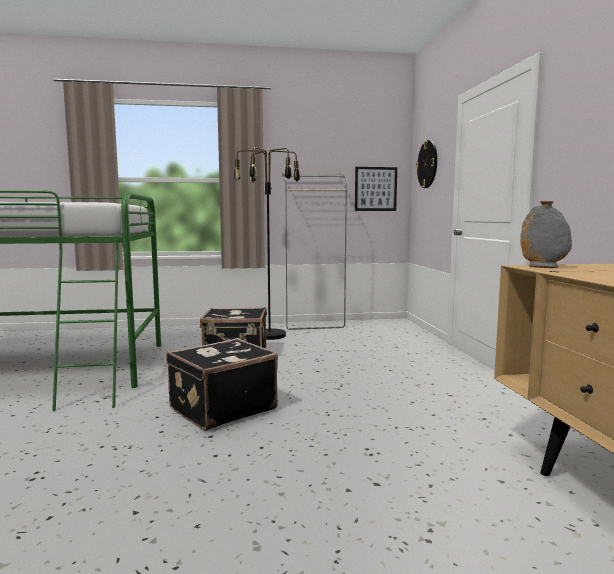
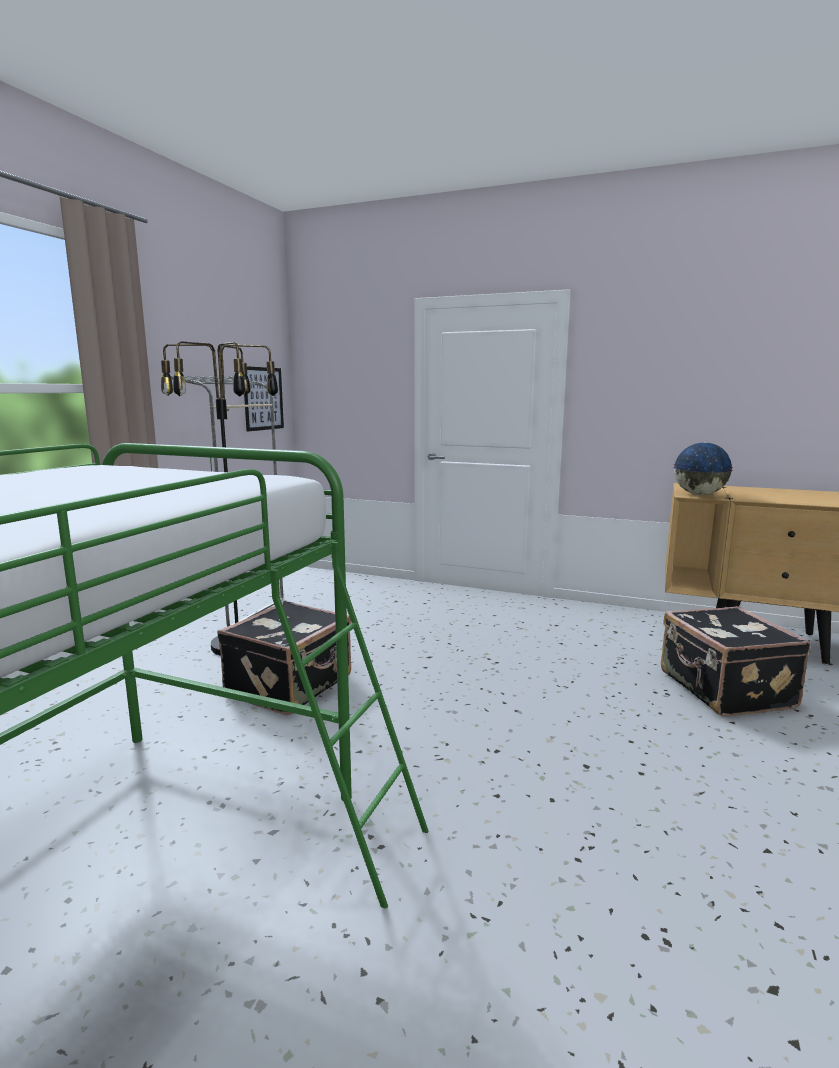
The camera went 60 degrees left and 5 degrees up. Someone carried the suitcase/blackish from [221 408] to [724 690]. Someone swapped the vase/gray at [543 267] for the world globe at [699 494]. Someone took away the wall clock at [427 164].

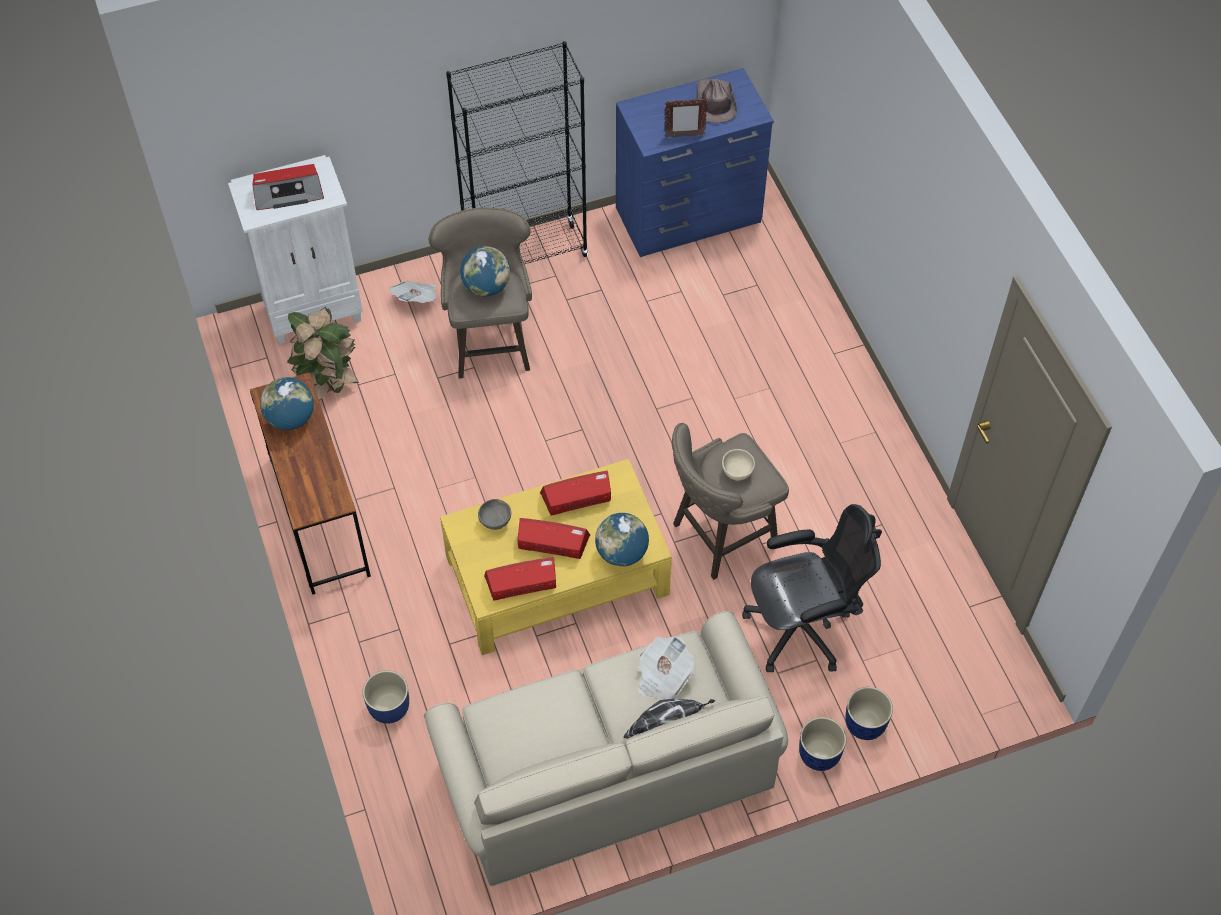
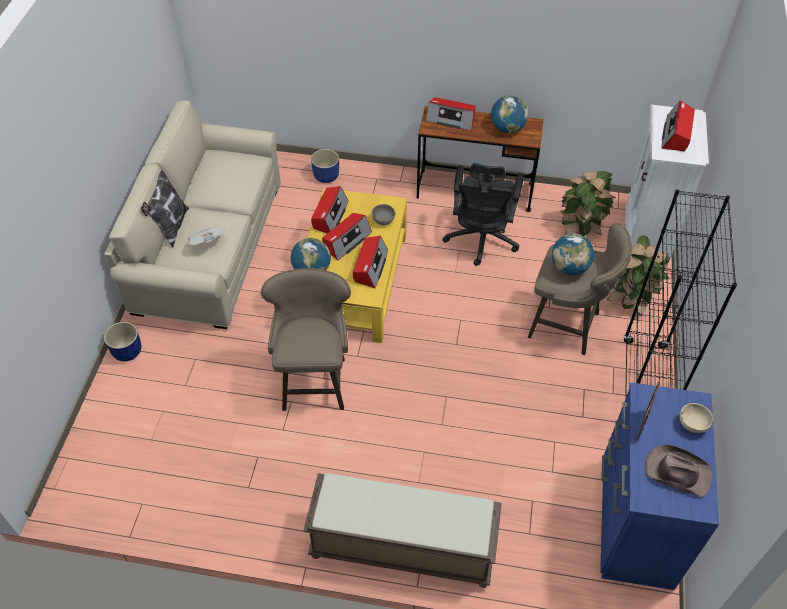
The camera went 120 degrees right and 5 degrees down. Someone put down the long seat/brown-coloured at [401 547]. Someone put down the radio set at [451 119]. Someone carried the computer chair from [803 627] to [481 241]. Someone swapped the printed paper at [416 299] for the potted plant at [630 300]. Someone carried the bowl/beige from [737 472] to [692 424]. Someone took away the planter/blue-coloured at [865 724].

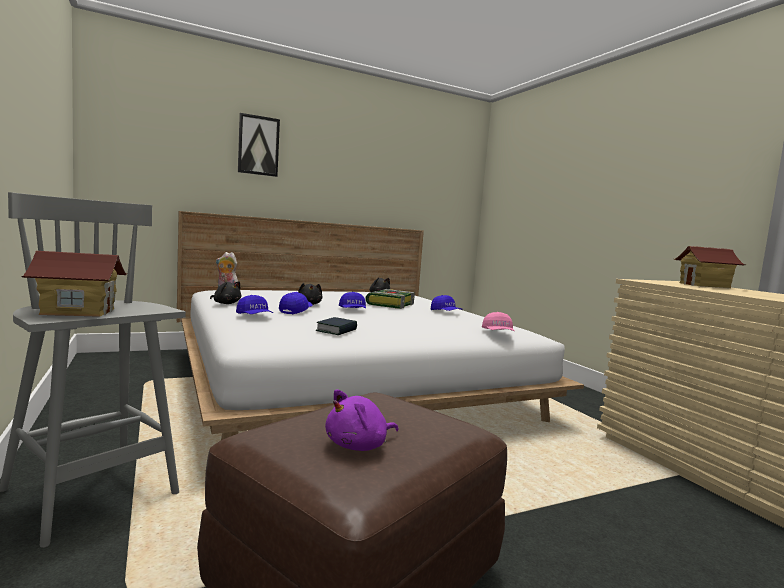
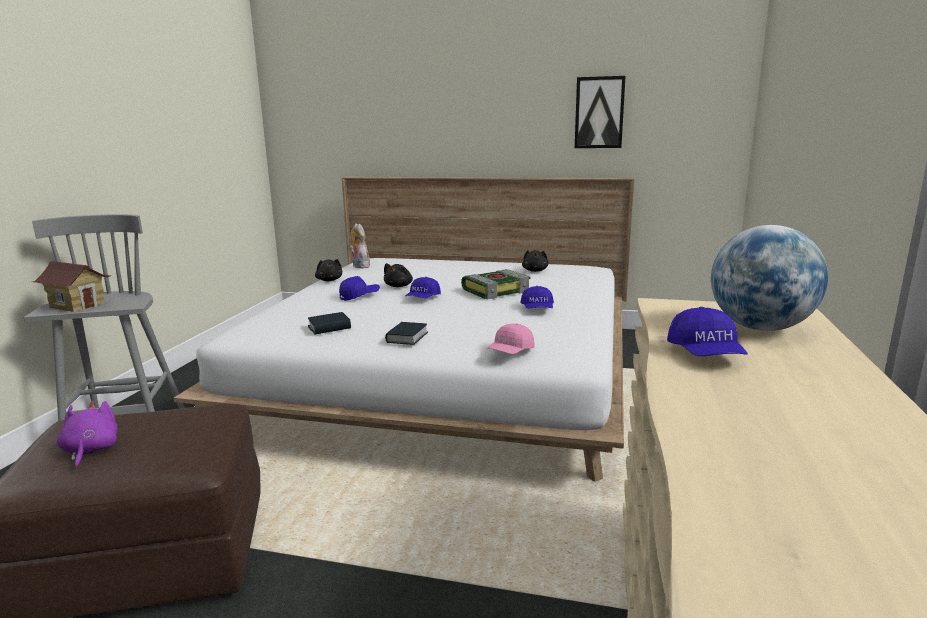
The camera went 40 degrees right and 10 degrees up. Someone rotated the soft toy/purple at [359 446] by 75 degrees clockwise. Someone put down the volume at [407 338]. Someone carried the picture from [258 145] to [599 112]. Someone carried the baseball cap/blue-coloured from [254 316] to [706 354]. Someone swapped the model house at [704 286] for the world globe at [760 328].

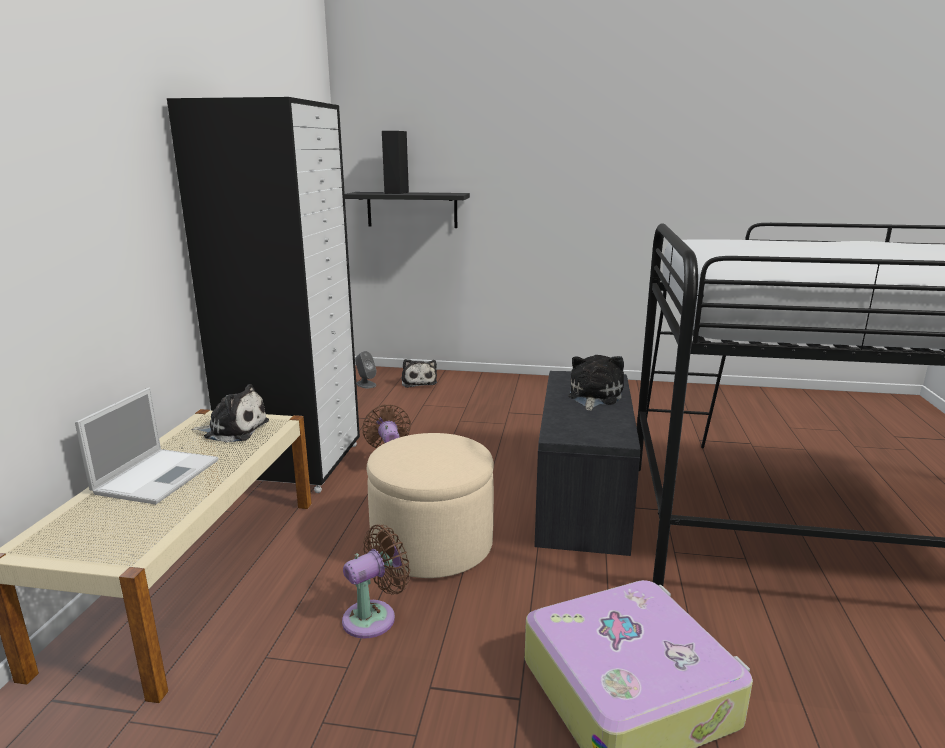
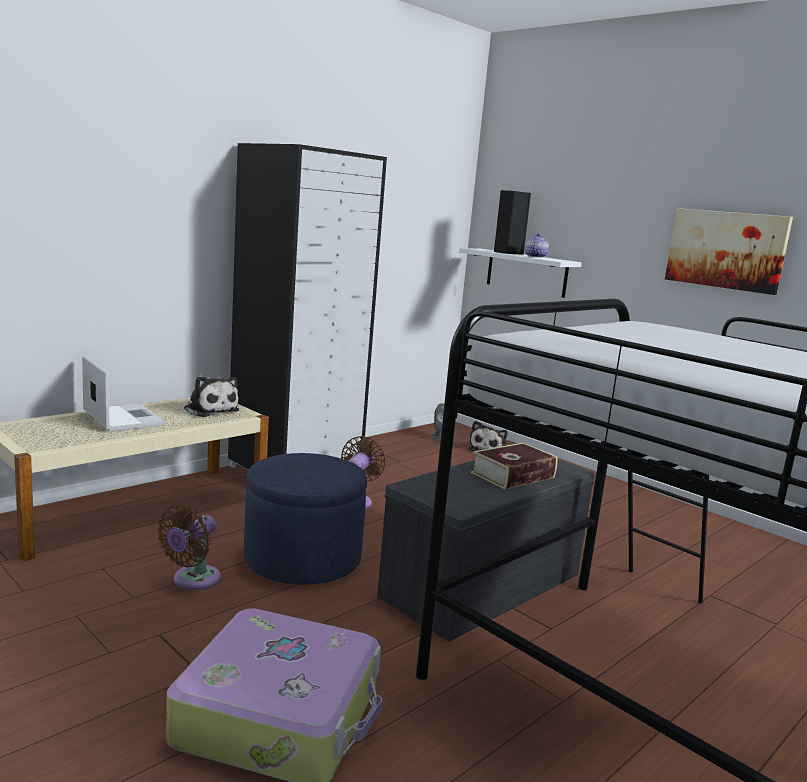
The camera went 35 degrees right and 5 degrees down. Someone rotated the laptop at [158 475] by 90 degrees counterclockwise. Someone rotated the fan/brown-coloured at [374 617] by 120 degrees clockwise. Someone repainted the ottoman/beige at [432 545], which became the ottoman/blue-coloured at [302 559]. Someone repainted the wall shelf/blackish at [412 209], which became the wall shelf/white at [526 272]. Someone swapped the soft toy at [593 396] for the volume at [513 475]. Someone put down the tea pot at [535 256]. Someone put up the picture at [726 250].

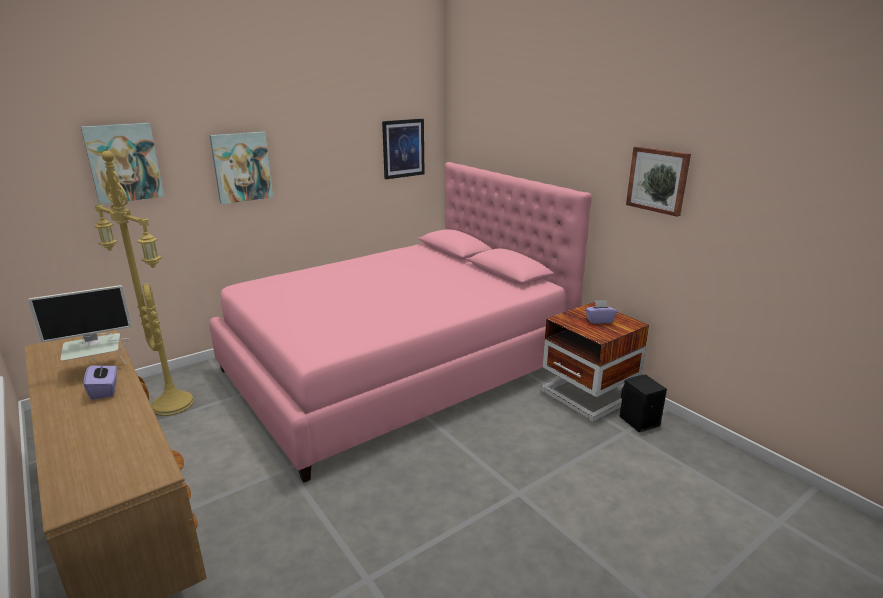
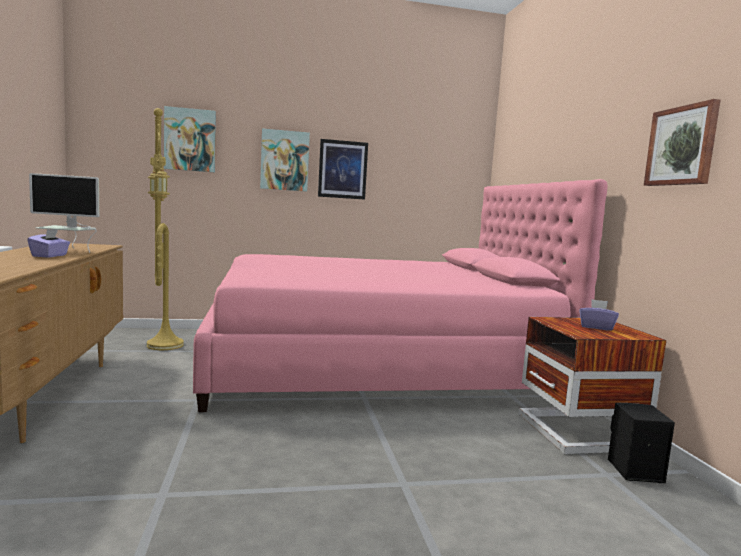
The camera went 25 degrees right and 15 degrees down. Someone carried the picture from [403 148] to [342 169].

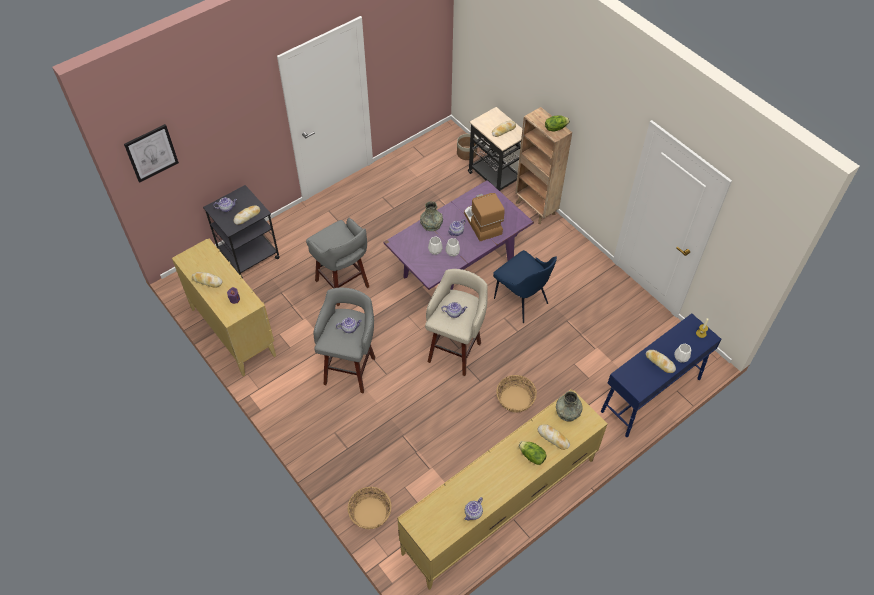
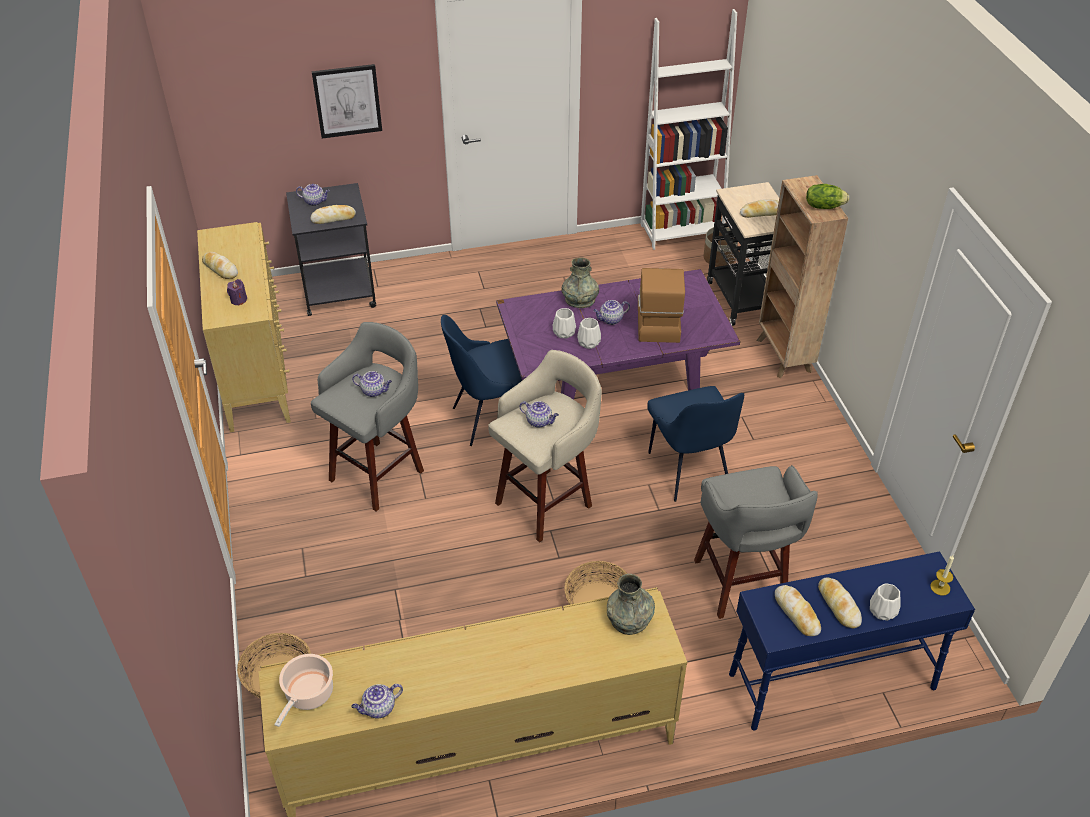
The camera went 25 degrees right and 10 degrees down. Someone put down the saucepot at [308 695]. Someone carried the picture from [151 153] to [347 101]. Someone put down the plain chair/blue-coloured at [492 419]. Someone put down the bookcase/white at [682 231]. Someone carried the sitting stool/gray from [343 285] to [741 586]. Someone carried the bakery bread from [553 438] to [796 613]. Someone took away the lettuce head at [531 456].

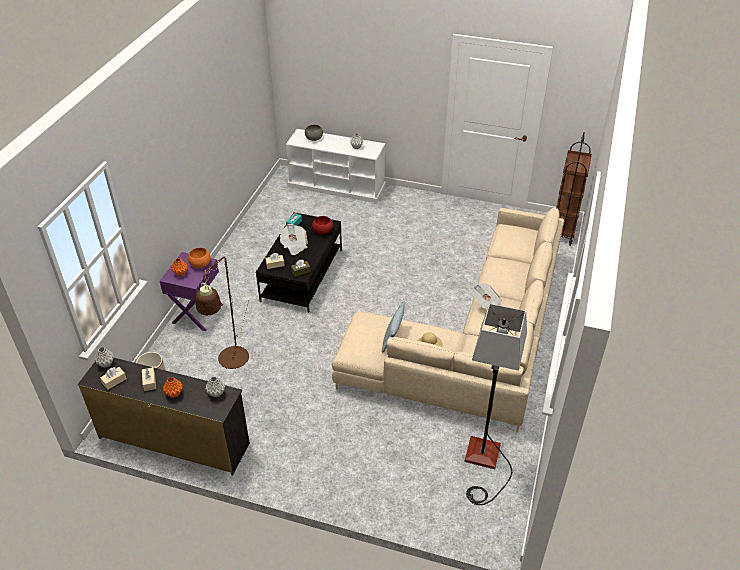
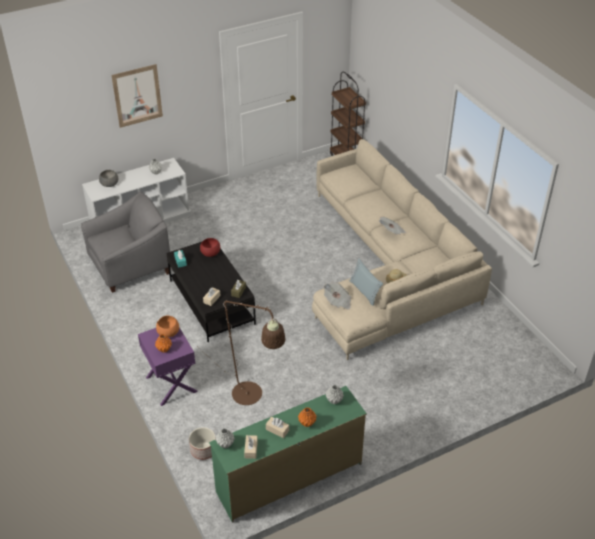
The camera went 45 degrees left and 0 degrees up. Someone put down the easy chair/gray at [130 266]. Someone put up the picture at [137 96]. Someone repainted the dresser/blackish at [174 440], which became the dresser/green at [289 477]. Someone carried the printed paper from [294 245] to [338 302]. Someone took away the standard lamp at [483 463].

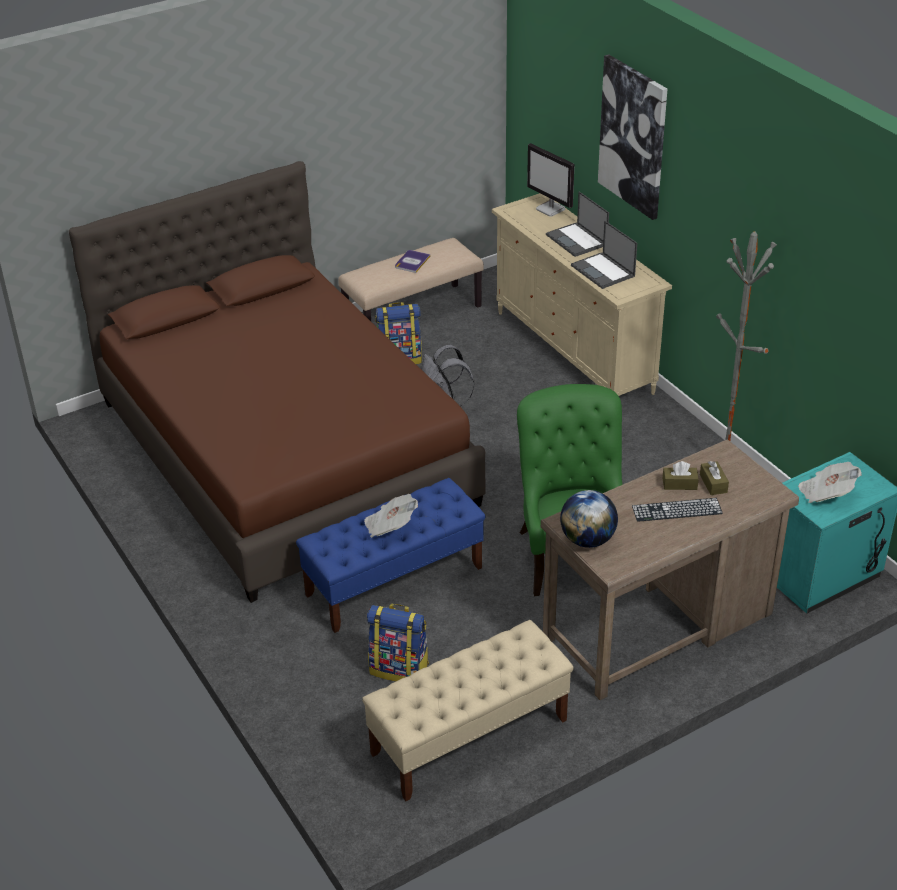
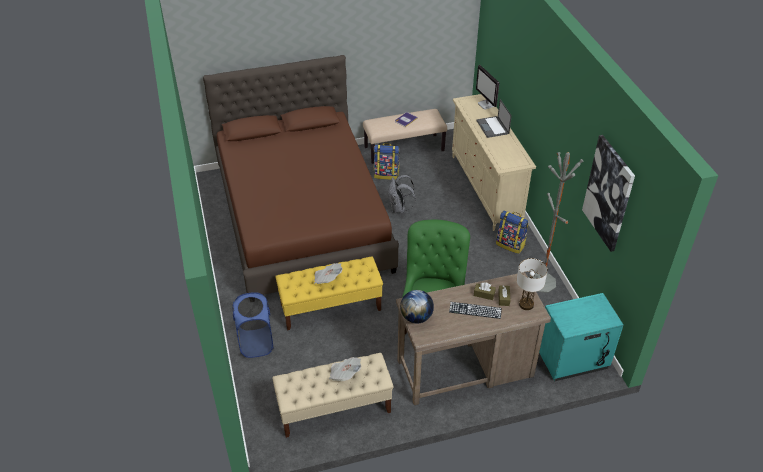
The camera went 15 degrees right and 5 degrees up. Someone put down the washing basket/blue-coloured at [256 343]. Someone repainted the long seat/blue-coloured at [394 581], which became the long seat/yellow-coloured at [331 307]. Someone carried the printed paper from [826 493] to [344 374]. Someone carried the backpack from [400 668] to [510 244]. Someone put down the tabletop lamp at [526 304]. Someone carried the picture from [633 136] to [608 193]. Someone took away the laptop at [603 271].

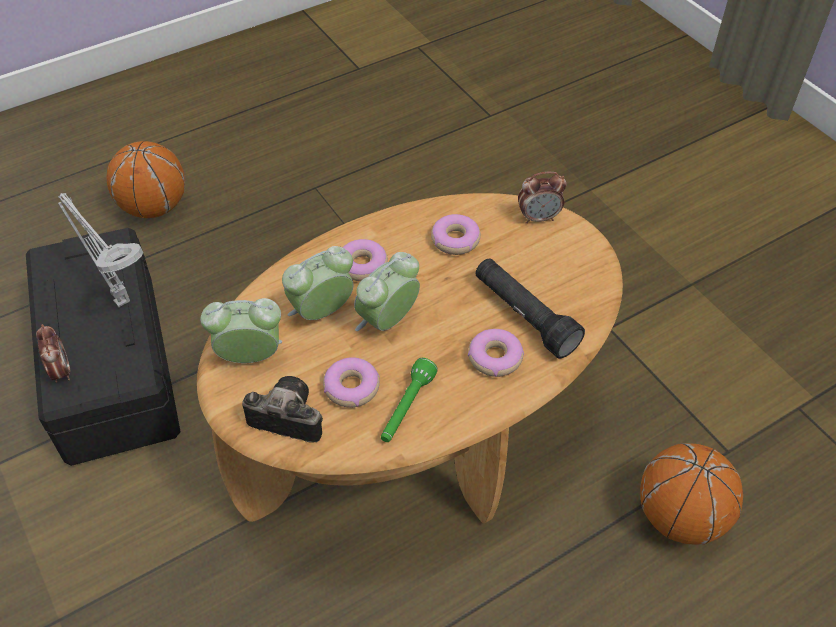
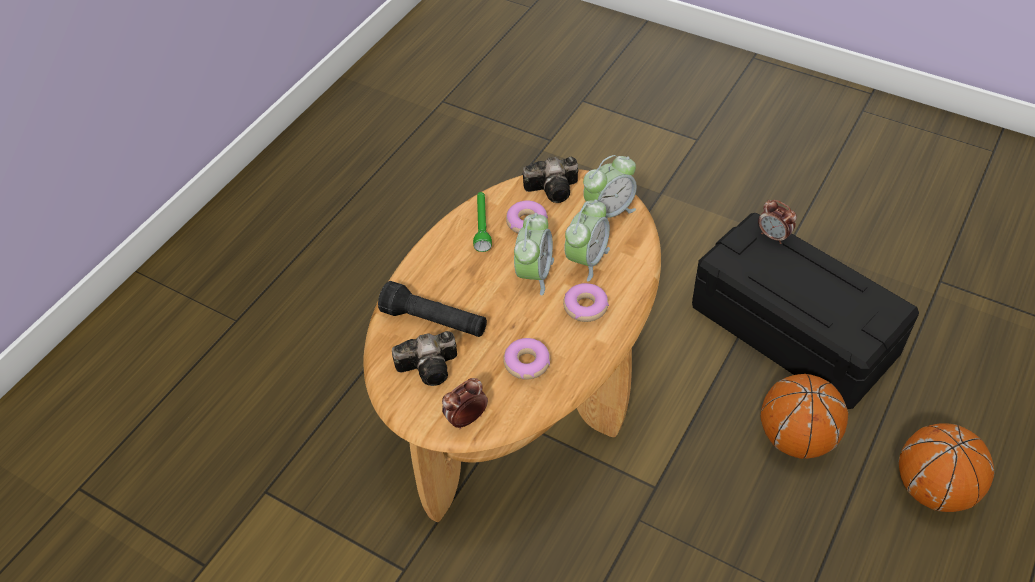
The camera went 155 degrees right and 0 degrees up. Someone put down the photo camera at [431 366]. Someone carried the basketball ball from [680 517] to [796 438]. Someone took away the tabletop lamp/gray at [120 299]. Someone took away the donut at [495 357].

